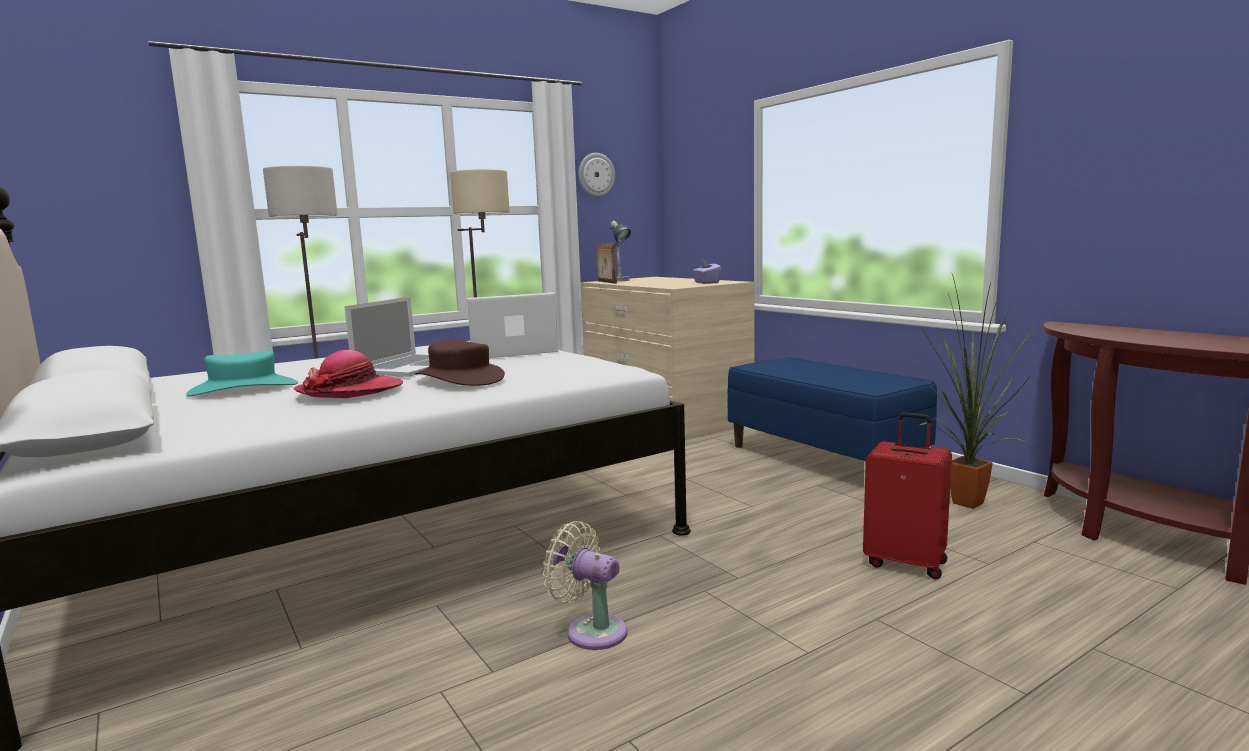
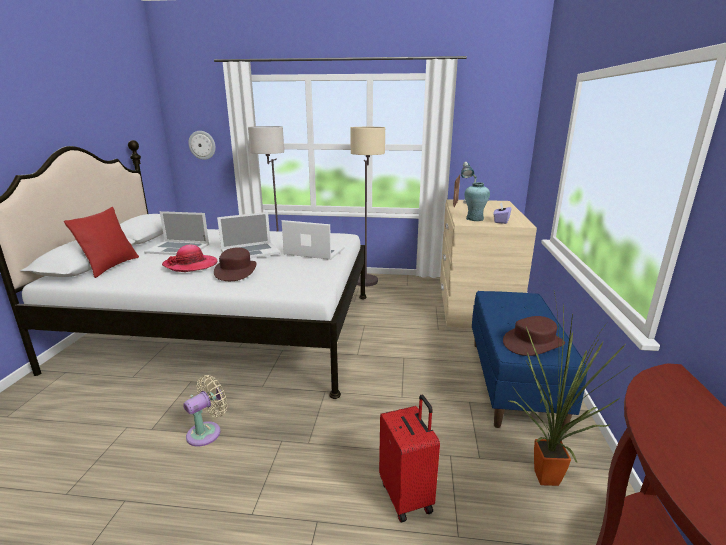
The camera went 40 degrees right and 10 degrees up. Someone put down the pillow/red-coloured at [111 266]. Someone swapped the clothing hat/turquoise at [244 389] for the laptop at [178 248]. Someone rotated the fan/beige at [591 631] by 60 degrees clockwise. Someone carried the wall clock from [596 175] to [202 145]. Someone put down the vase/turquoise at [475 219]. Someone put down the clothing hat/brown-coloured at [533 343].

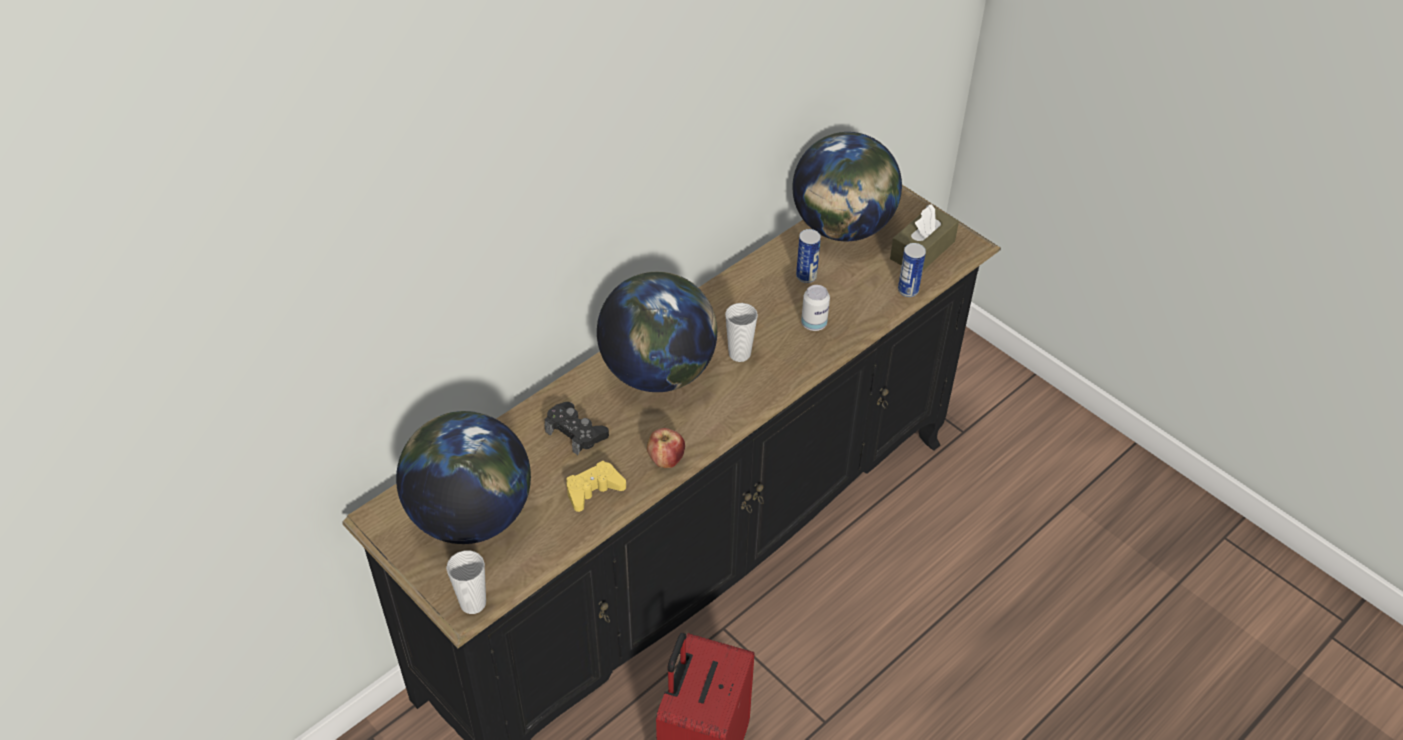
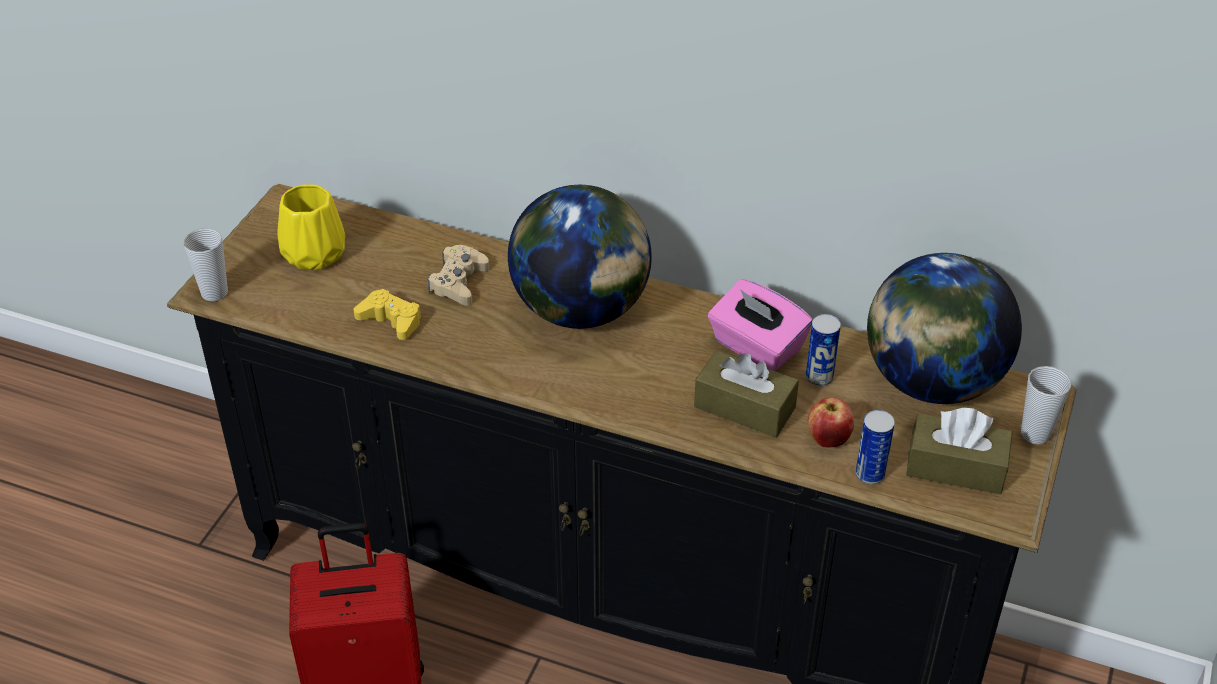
The camera went 65 degrees right and 5 degrees down. Someone swapped the world globe at [471 515] for the vase/yellow-coloured at [316 253]. Someone repainted the gamepad/blackish at [576 432], which became the gamepad/beige at [458 282]. Someone swapped the sealed can at [814 324] for the tissue holder/brown-coloured at [744 407]. Someone put down the tissue holder/pink at [756 347]. Someone carried the apple from [666 460] to [828 439]. Someone carried the cup from [739 354] to [1035 434].

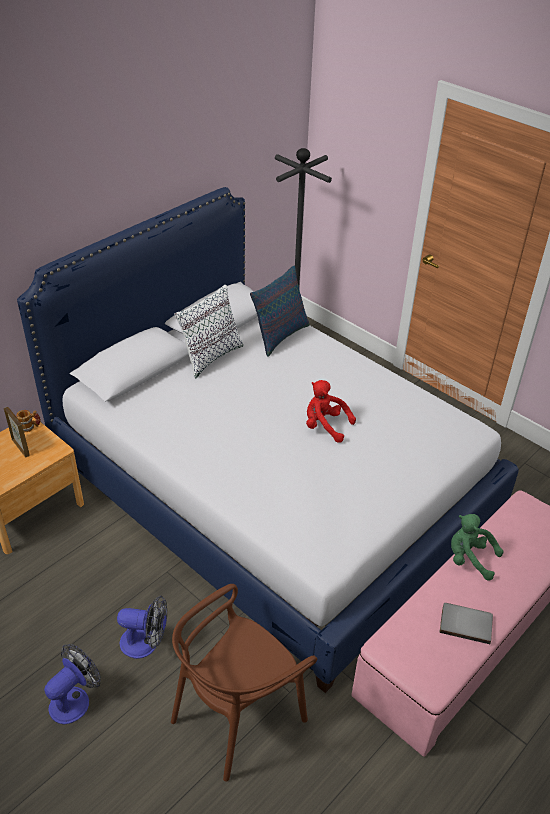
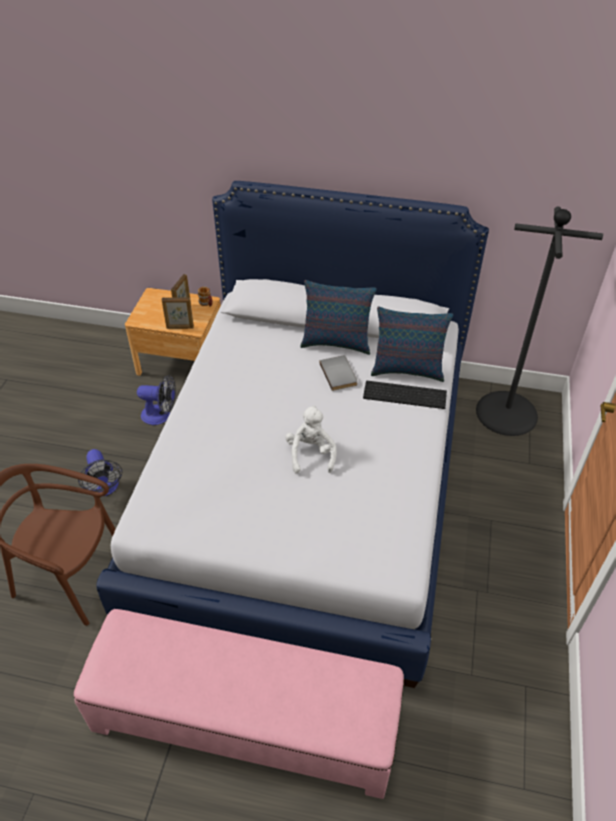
The camera went 60 degrees right and 5 degrees up. Someone carried the fan from [75 699] to [161 415]. Someone put down the picture frame at [180 327]. Someone repainted the soft toy/red-coloured at [325 426], which became the soft toy/white at [310 454]. Someone repainted the pillow/white at [212 357], which became the pillow/blue-coloured at [336 344]. Someone carried the volume/gray from [466 623] to [339 374]. Someone put down the PC keyboard at [405 394]. Someone took away the soft toy/green at [469 559].

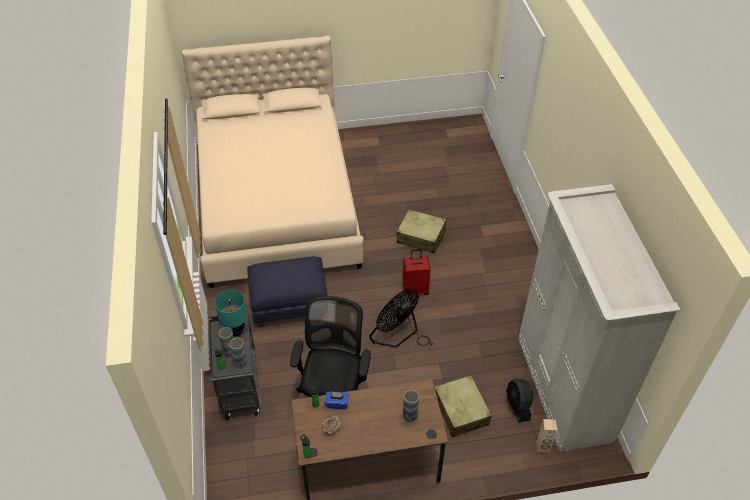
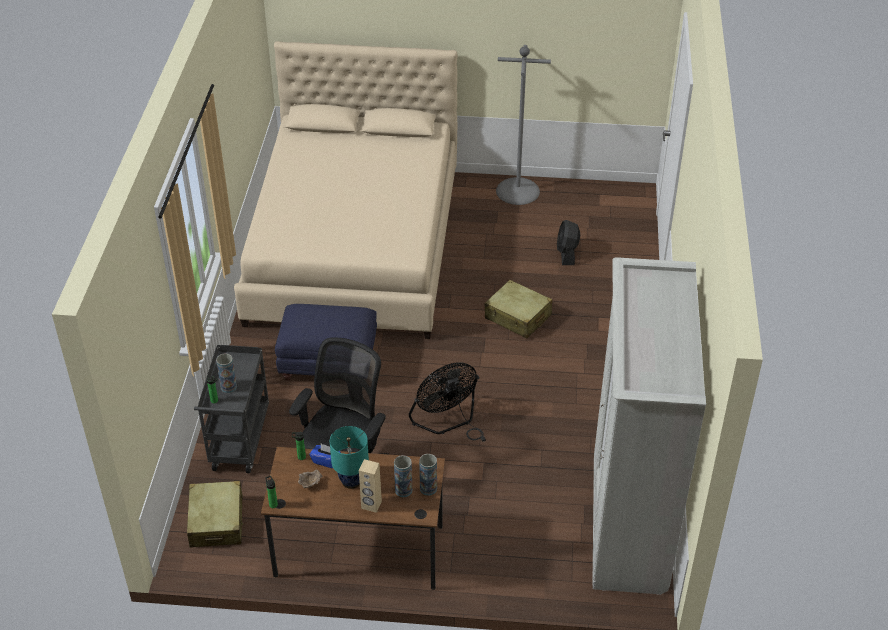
The camera went 15 degrees right and 5 degrees down. Someone carried the suitcase/beige from [460 410] to [217 521]. Someone carried the tabletop lamp/turquoise from [236 330] to [351 481]. Someone carried the audio speaker/beige from [542 447] to [371 505]. Someone carried the vase from [240 363] to [428 488]. Someone put down the garment stand/gray at [517 191]. Someone carried the fan/blackish from [517 406] to [567 253]. Someone took away the suitcase/red-coloured at [415 289].

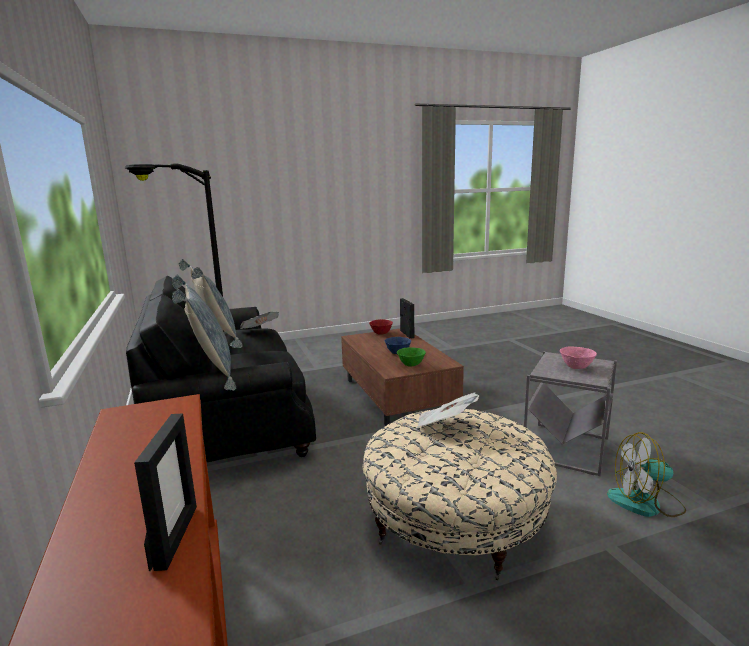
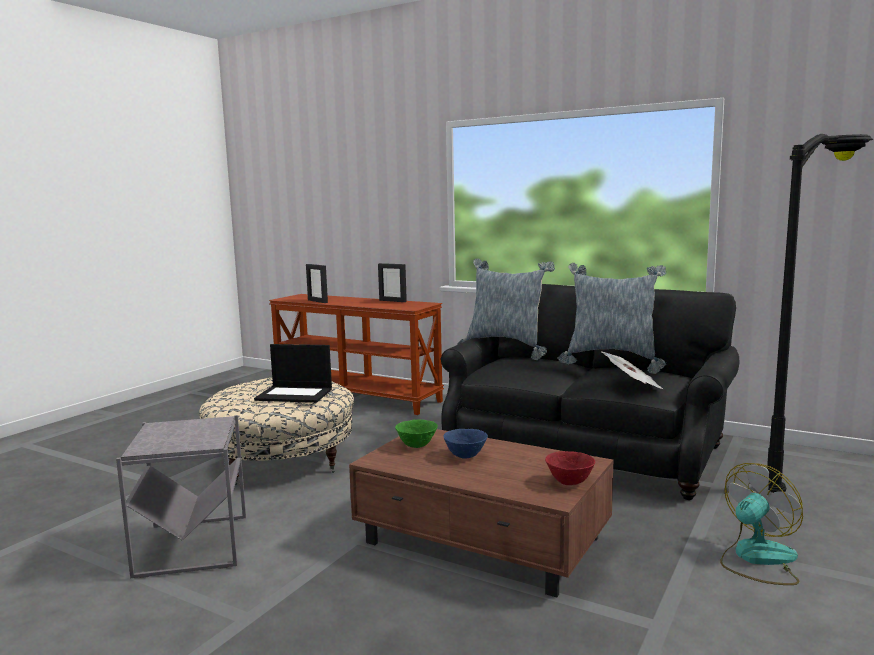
The camera went 140 degrees right and 5 degrees down. Someone swapped the printed paper at [445 425] for the laptop at [295 394]. Someone carried the picture frame from [406 334] to [393 301]. Someone carried the fan from [646 503] to [757 559]. Someone took away the bowl/pink at [576 367].

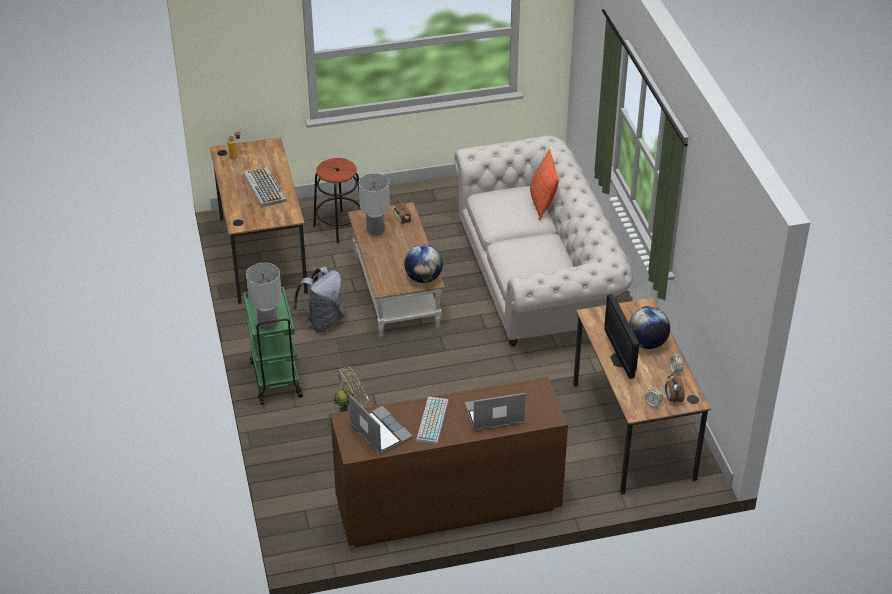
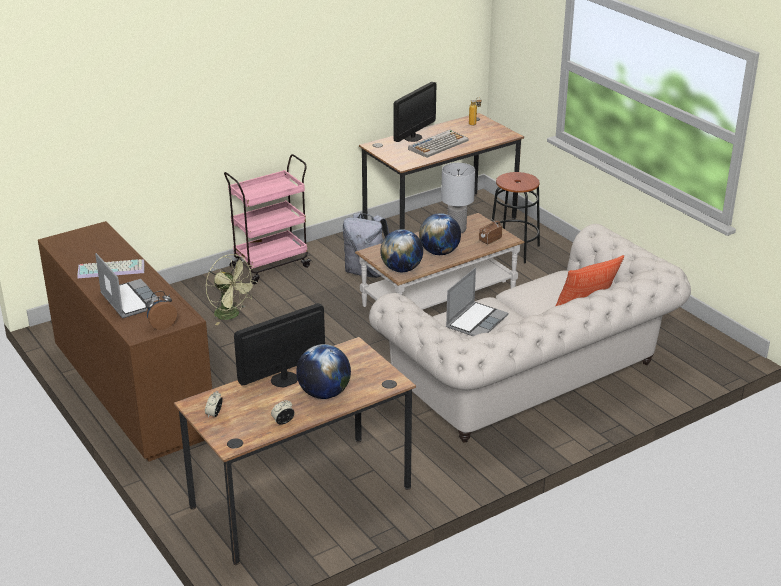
The camera went 70 degrees right and 10 degrees down. Someone carried the table clock from [672 399] to [161 326]. Someone repainted the trolley/green at [275 379], which became the trolley/pink at [272 267]. Someone put down the computer screen at [413 137]. Someone put down the world globe at [439 252]. Someone carried the laptop from [379 431] to [476 321]. Someone took away the tabletop lamp/gray at [268 325].

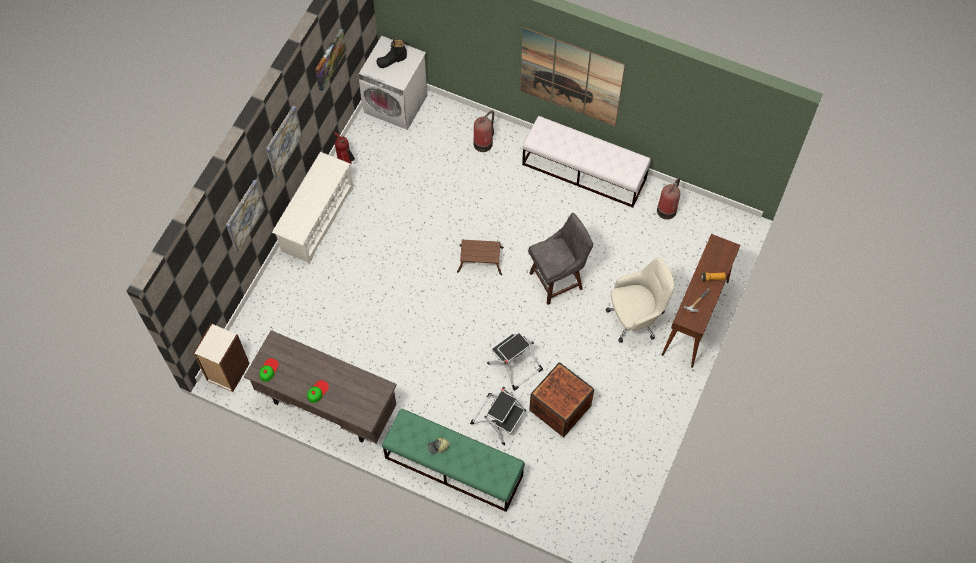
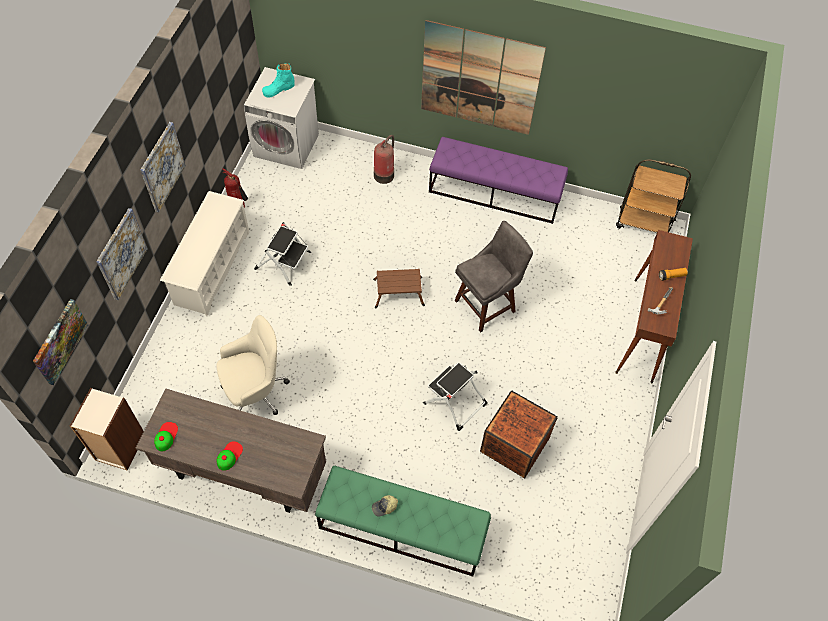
The camera went 10 degrees left and 5 degrees down. Someone carried the picture from [329 59] to [59 341]. Someone carried the computer chair/beige from [635 319] to [256 393]. Someone carried the step stool from [498 418] to [283 262]. Someone repainted the tall boot/blackish at [392 60], which became the tall boot/turquoise at [279 89]. Someone repainted the long seat/white at [584 171], which became the long seat/purple at [495 193]. Someone put down the trolley/brown-coloured at [643 224]. Someone took away the fire-fighting cylinder at [667 209].

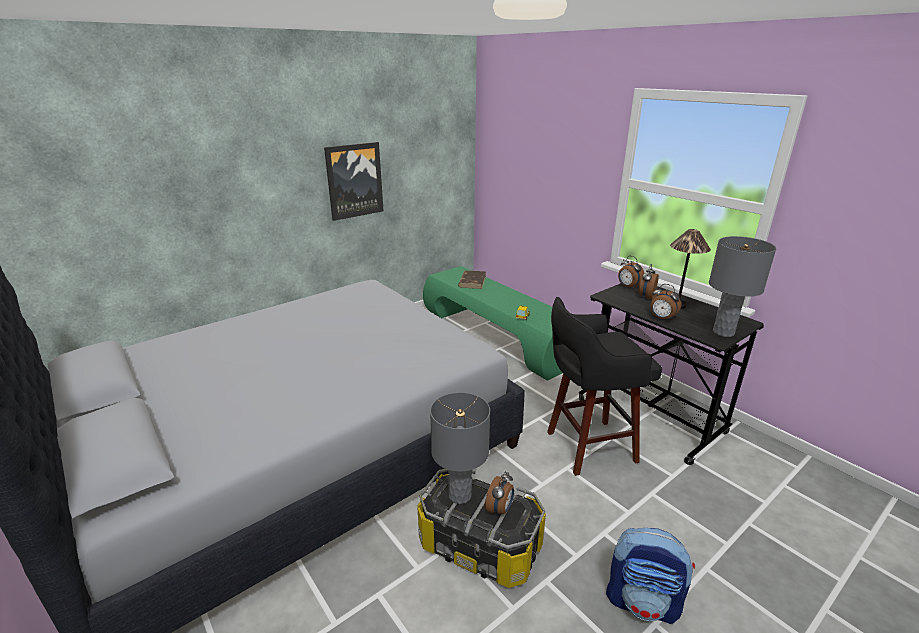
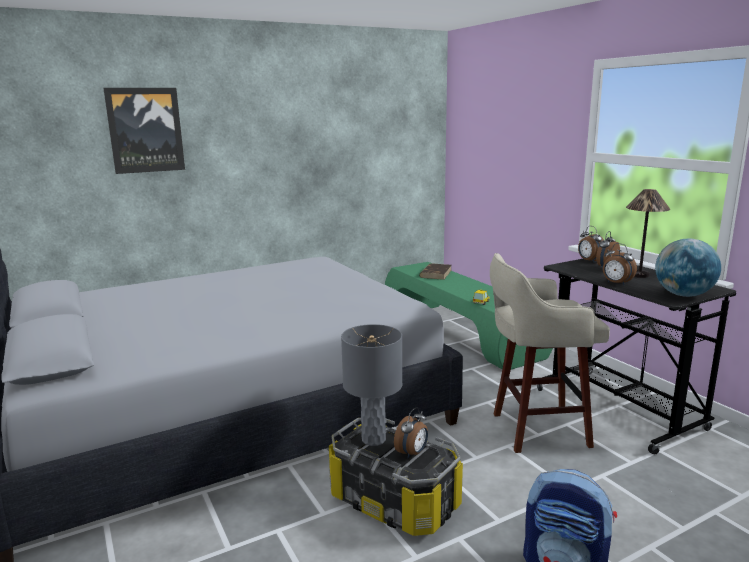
The camera went 10 degrees right and 10 degrees down. Someone carried the picture from [354 180] to [145 130]. Someone repainted the sitting stool/blackish at [587 447], which became the sitting stool/beige at [535 430]. Someone swapped the tabletop lamp/gray at [723 332] for the world globe at [683 295].

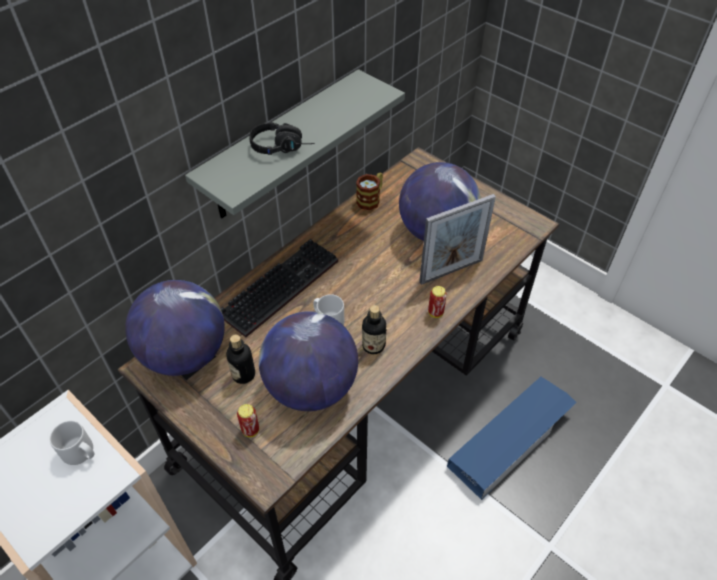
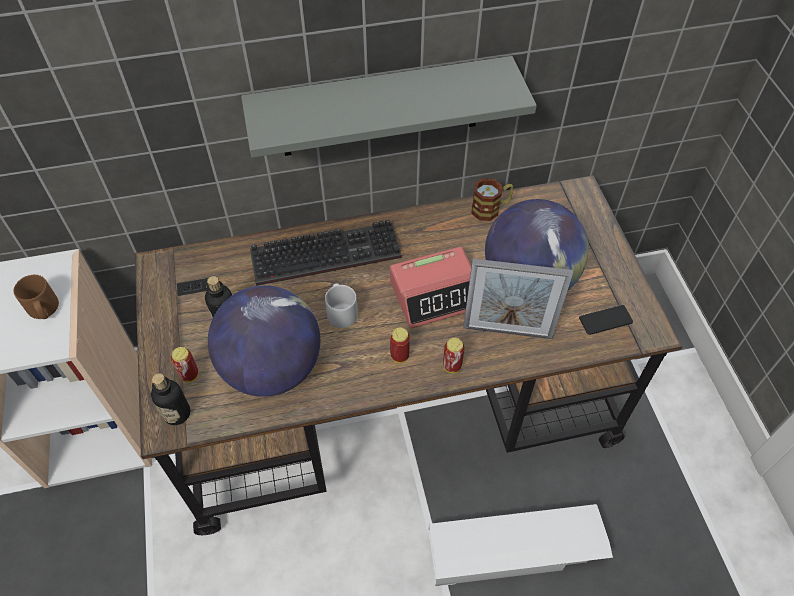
The camera went 35 degrees right and 5 degrees up. Someone repainted the tea mug/gray at [81 453], which became the tea mug/brown-coloured at [44 310]. Someone carried the bottle from [373 345] to [177 413]. Someone put down the table clock at [436 294]. Someone put down the sealed can at [399 356]. Someone repainted the storage container/blue-coloured at [511 439], which became the storage container/white at [517 548]. Someone put down the telephone at [605 320]. Someone took away the world globe at [185 354]. Someone took away the headset/blackish at [283 147].

